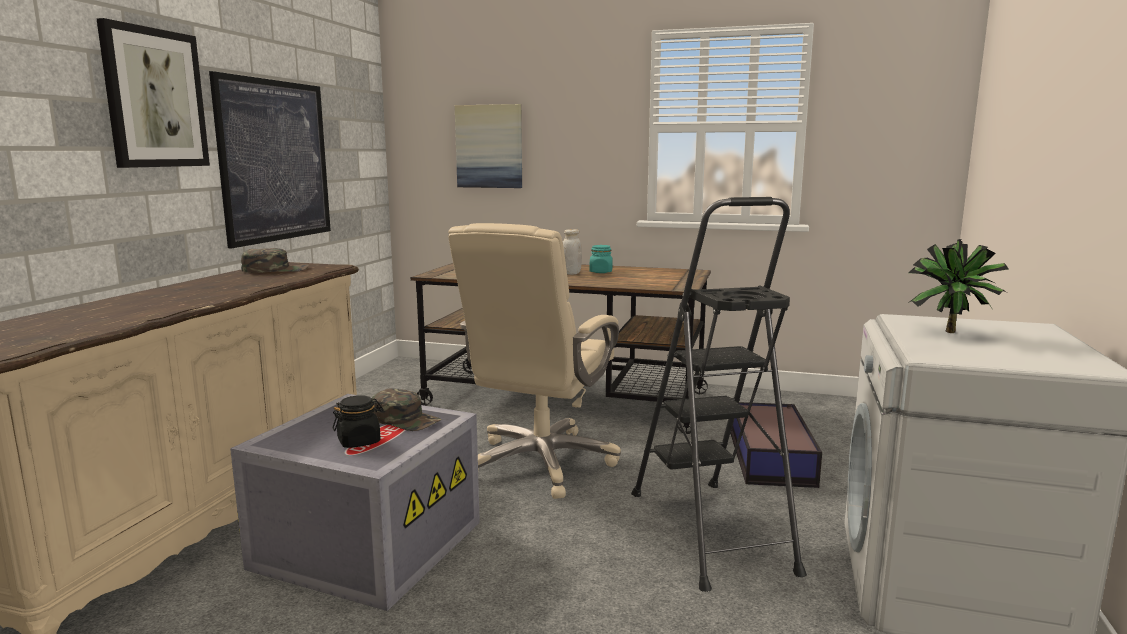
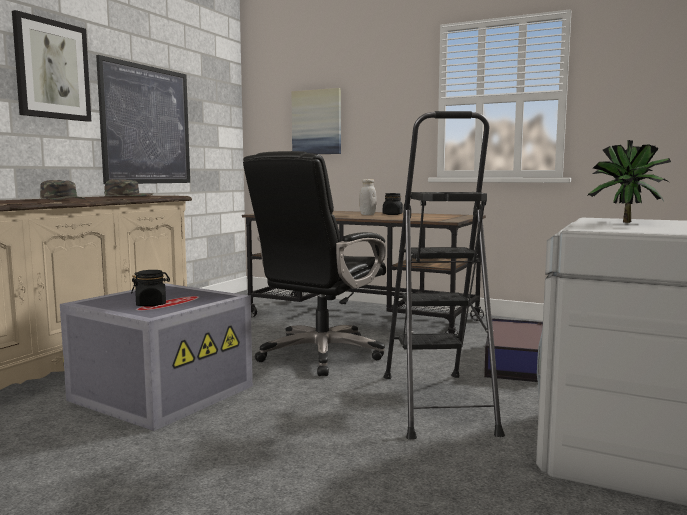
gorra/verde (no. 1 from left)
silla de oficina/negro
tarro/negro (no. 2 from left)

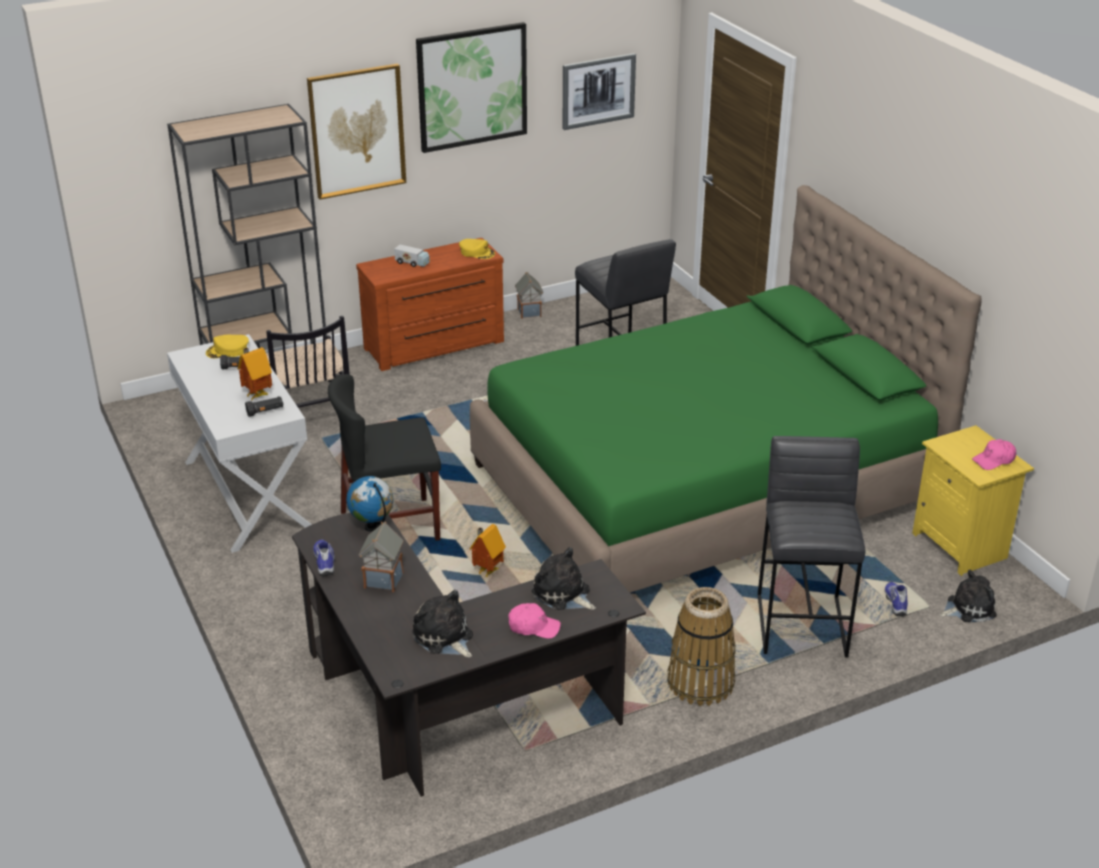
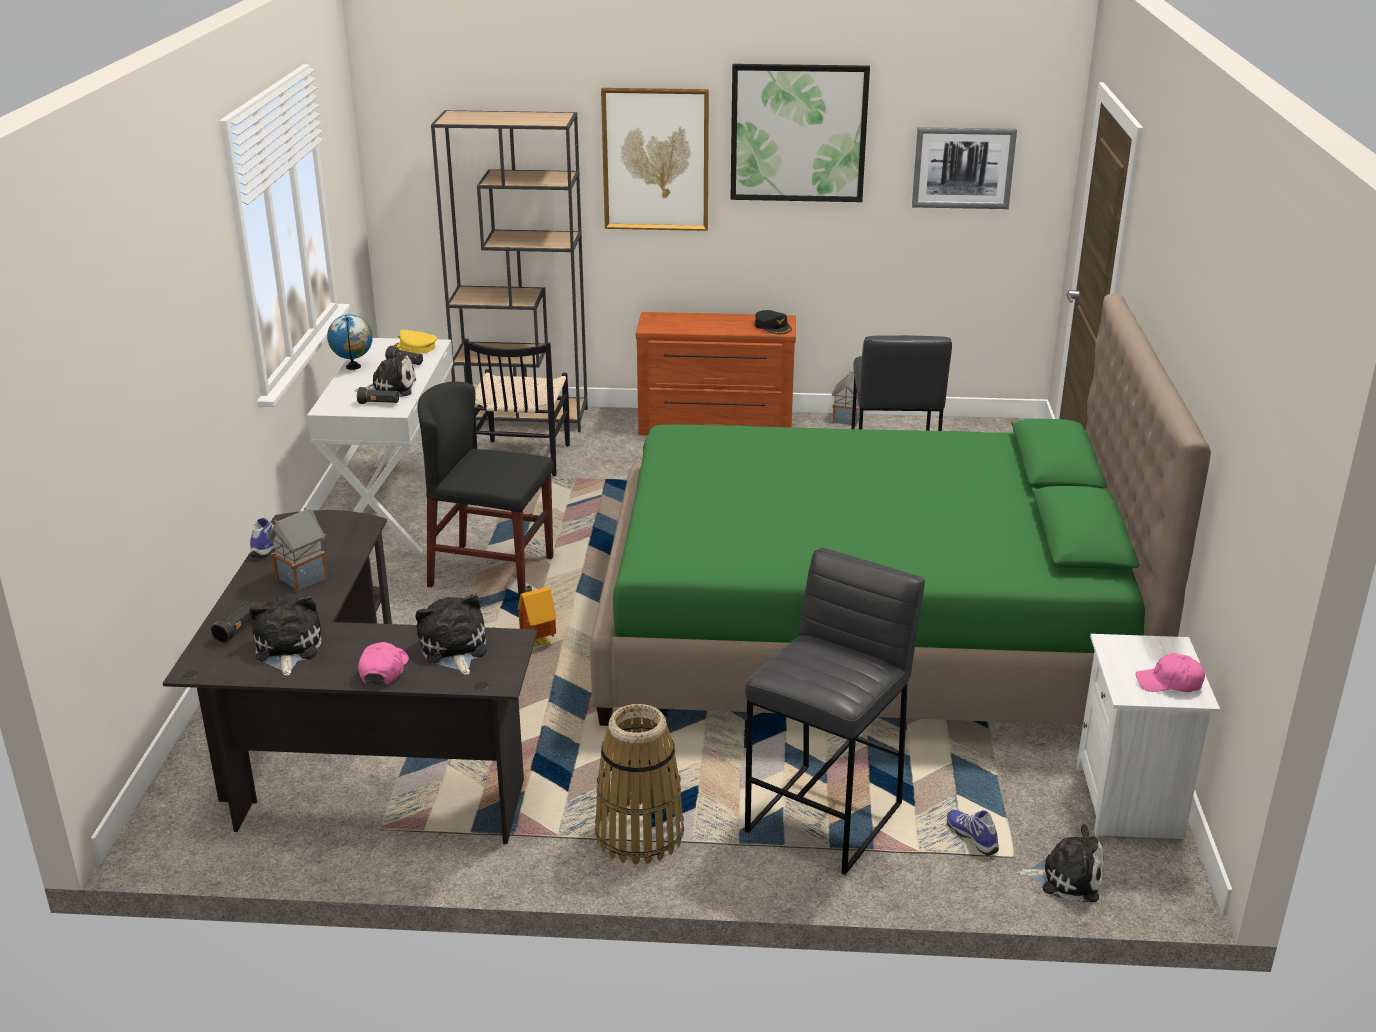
camión de juguete
linterna/negro (no. 1 from left)
globo terráqueo
peluche (no. 2 from left)
gorra/negro
mesita de noche/blanco
gorra/rosa (no. 1 from left)
zapato (no. 2 from left)

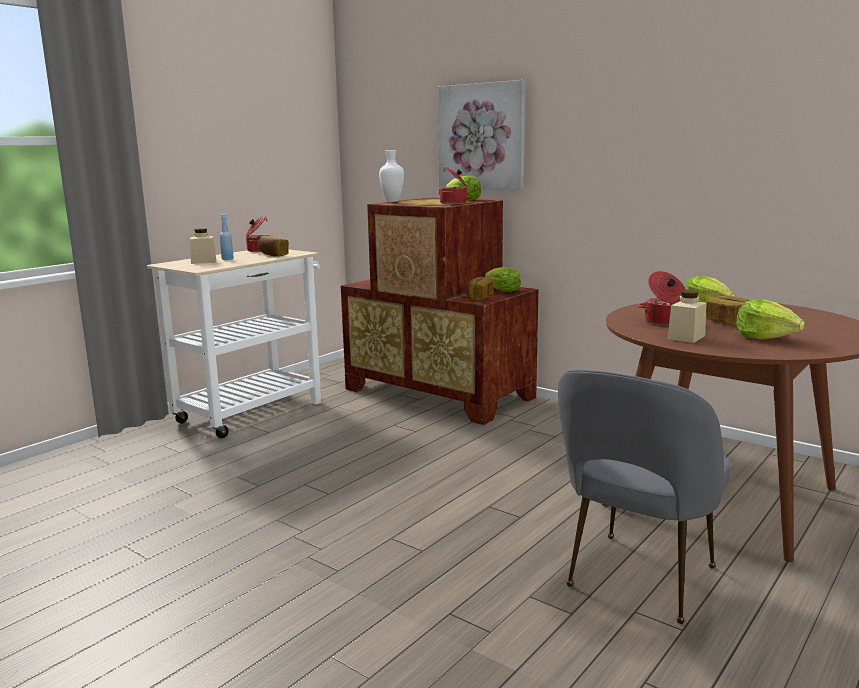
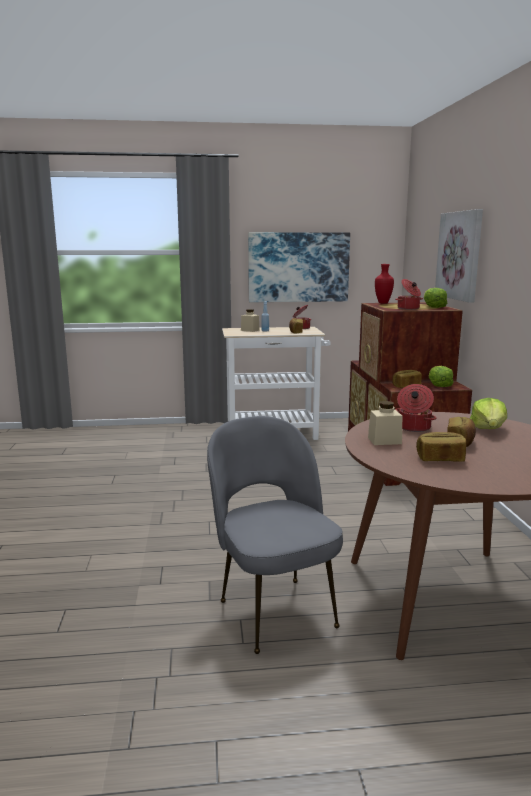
cuadro (no. 1 from left)
pan (no. 3 from left)
florero/rojo
silla/gris

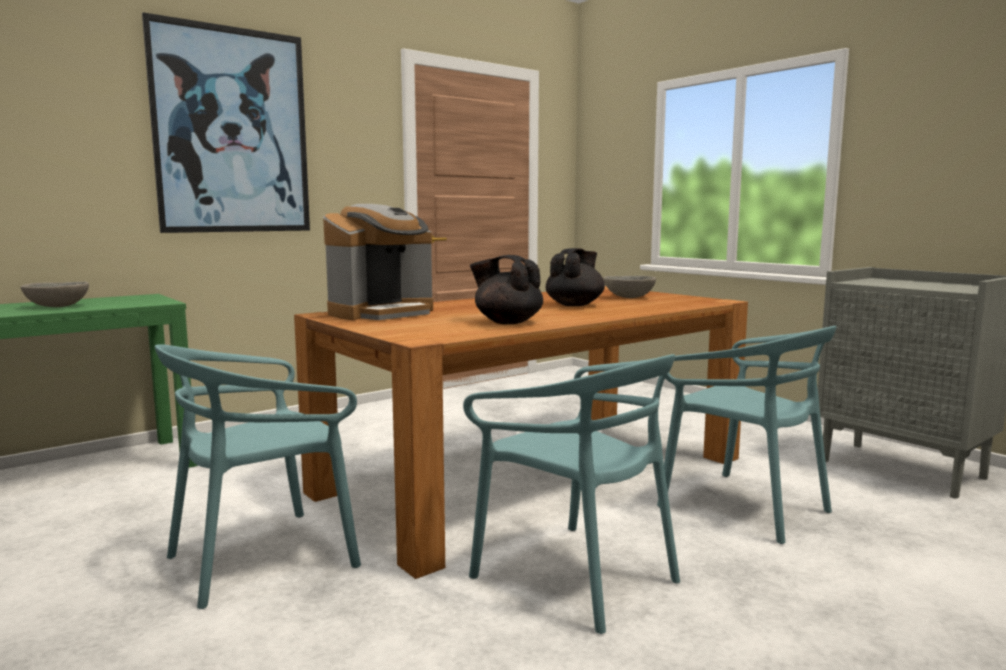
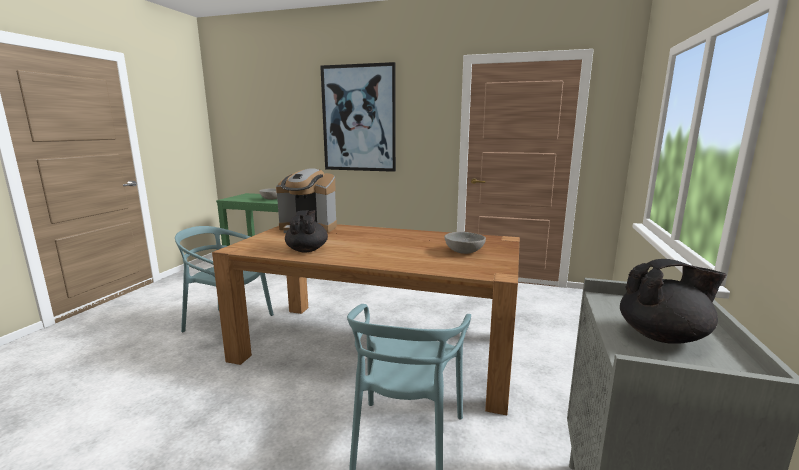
silla/turquesa (no. 2 from left in the first image)
tetera/negro (no. 2 from left)

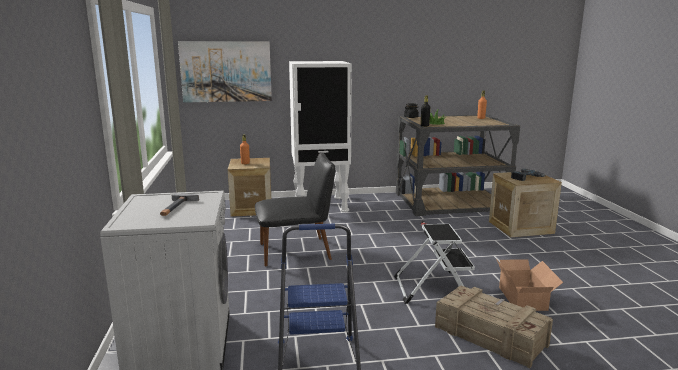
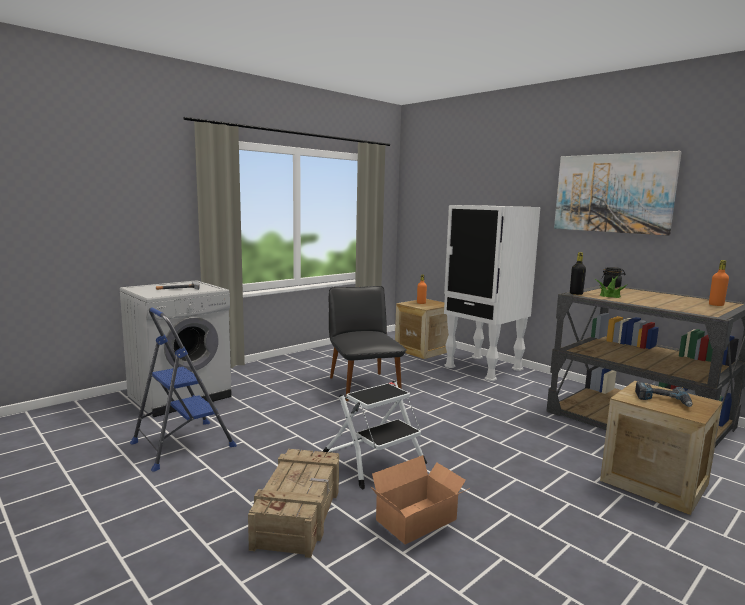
cuadro
silla/negro

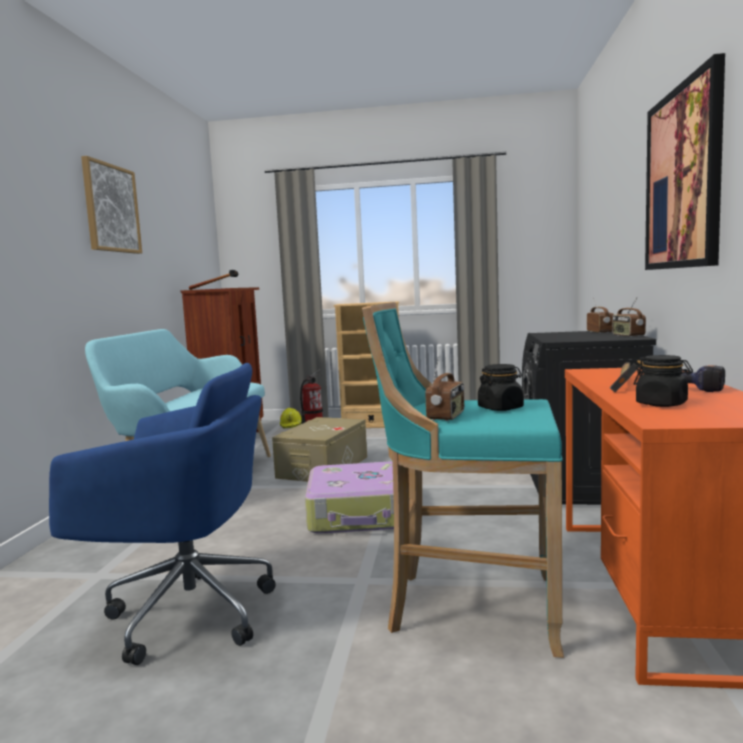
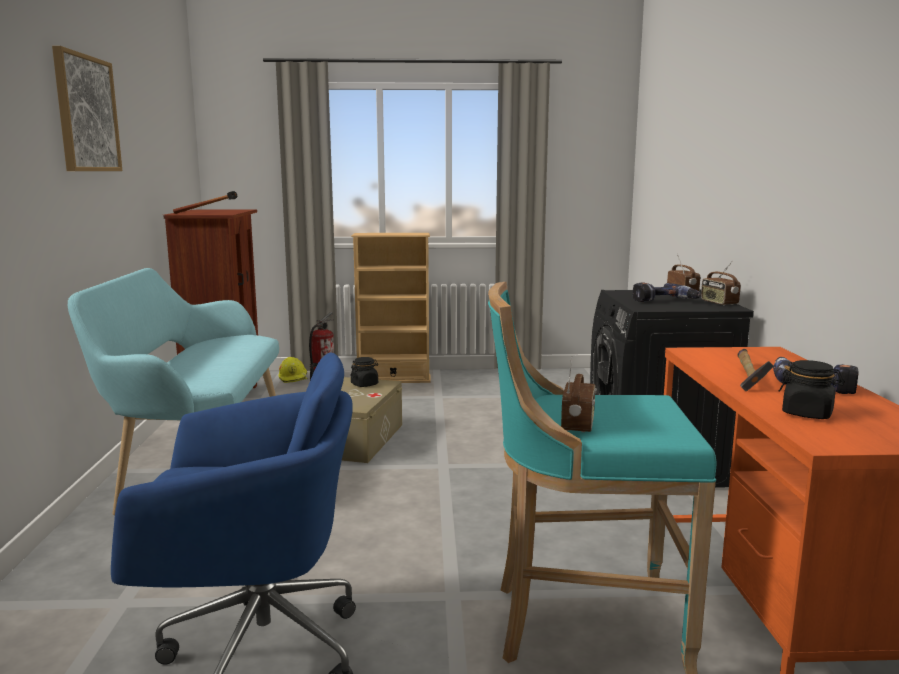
maleta
cuadro (no. 2 from left in the first image)
taladro (no. 1 from left)
tarro/negro (no. 1 from left)

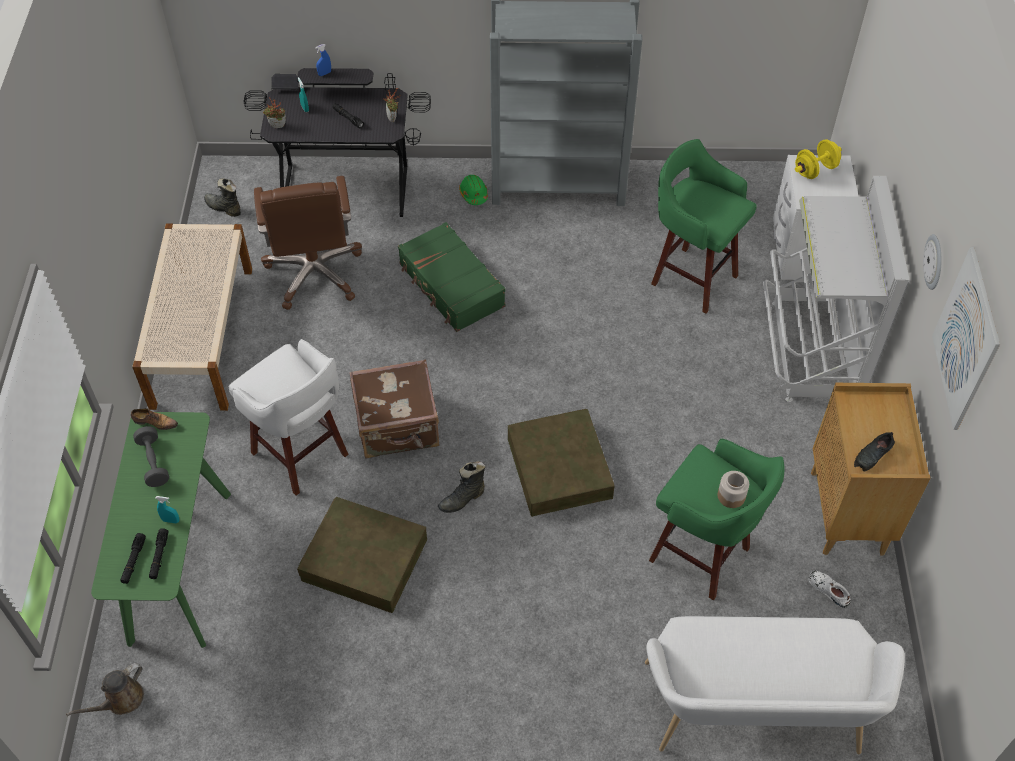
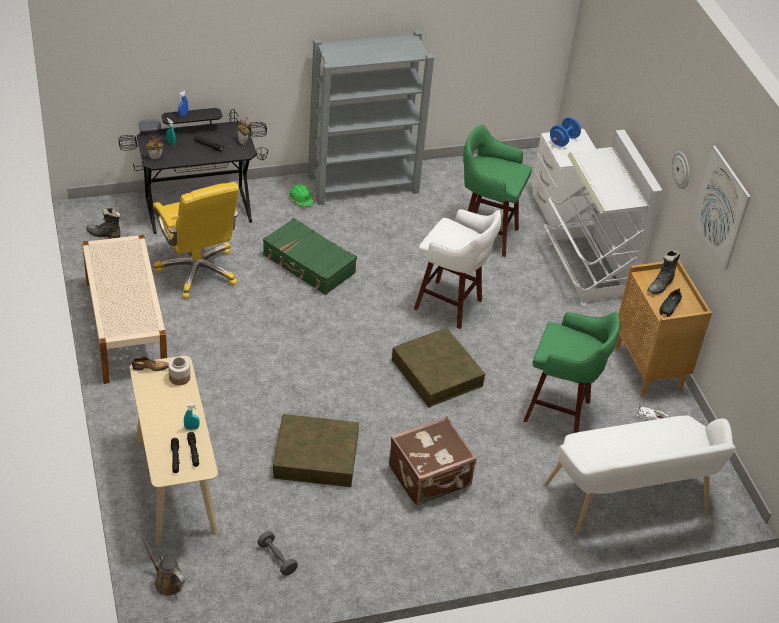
mancuerna/gris
taburete/blanco
maleta/marrón
bota/negro (no. 2 from left)
tarro
mesa consola/beis
silla de oficina/amarillo
mancuerna/azul
regadera/marrón

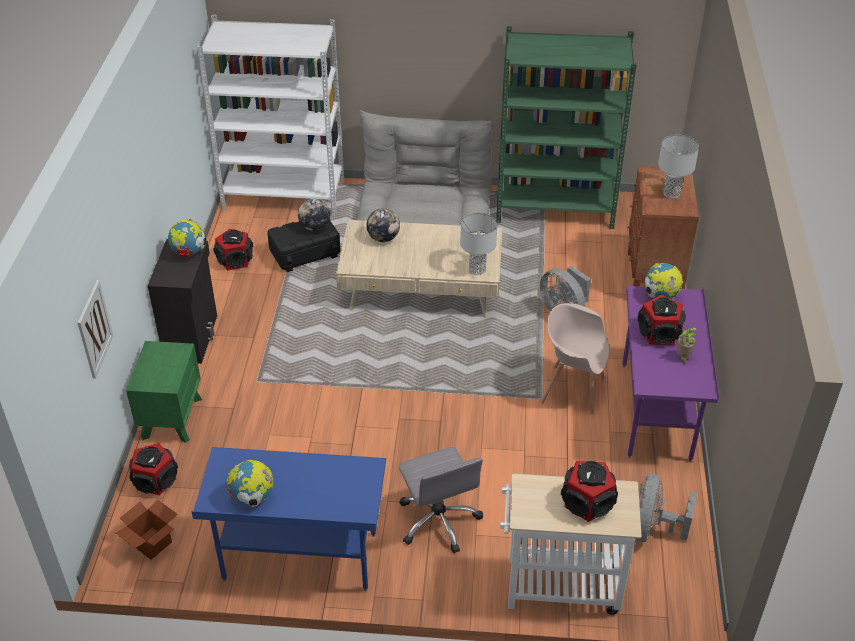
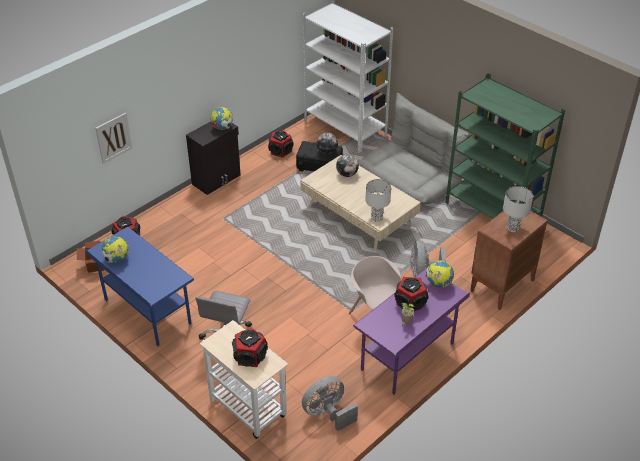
mesita de noche/verde

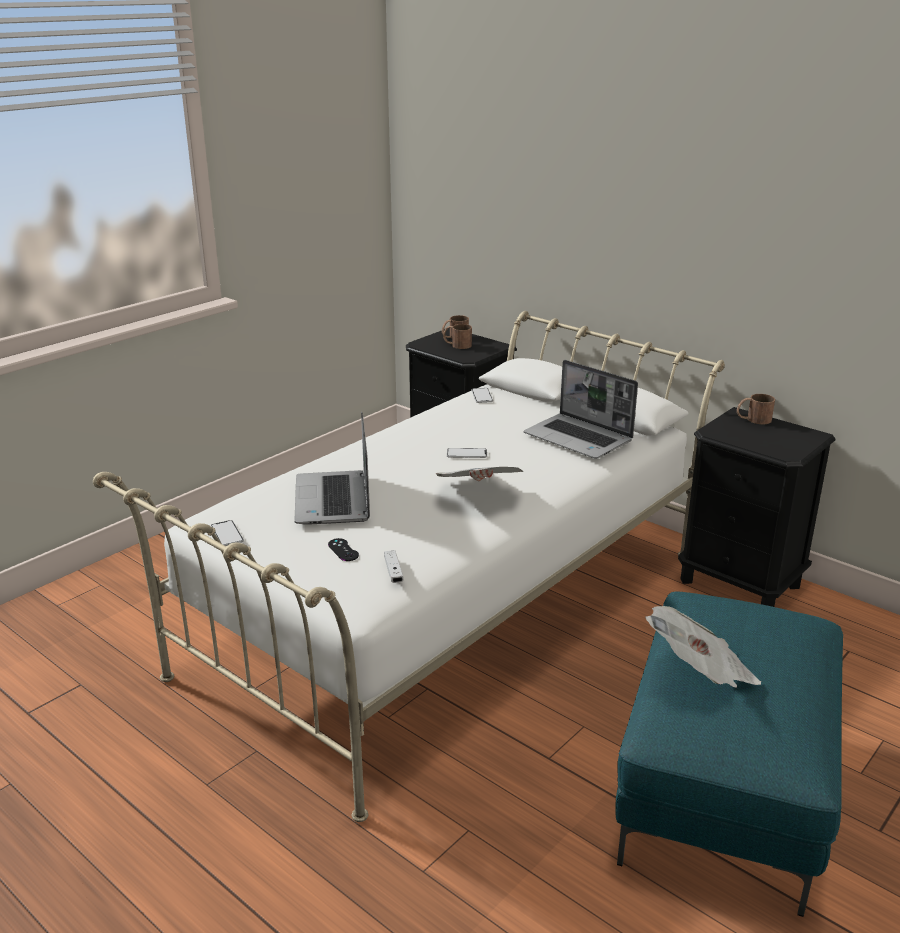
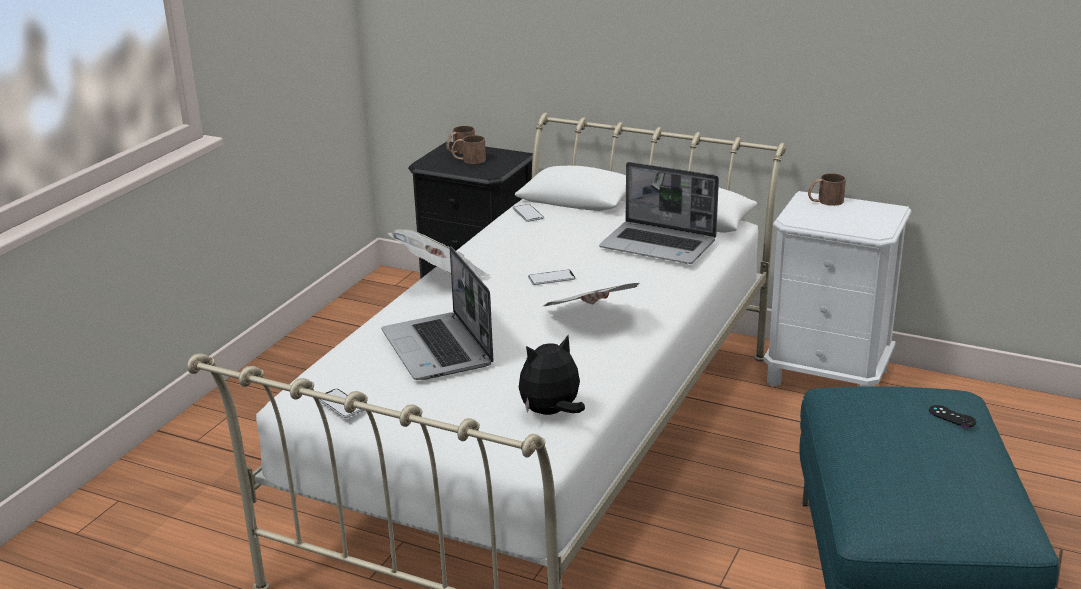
mando de consola/negro
periódico (no. 1 from left)
peluche
mesita de noche/blanco

